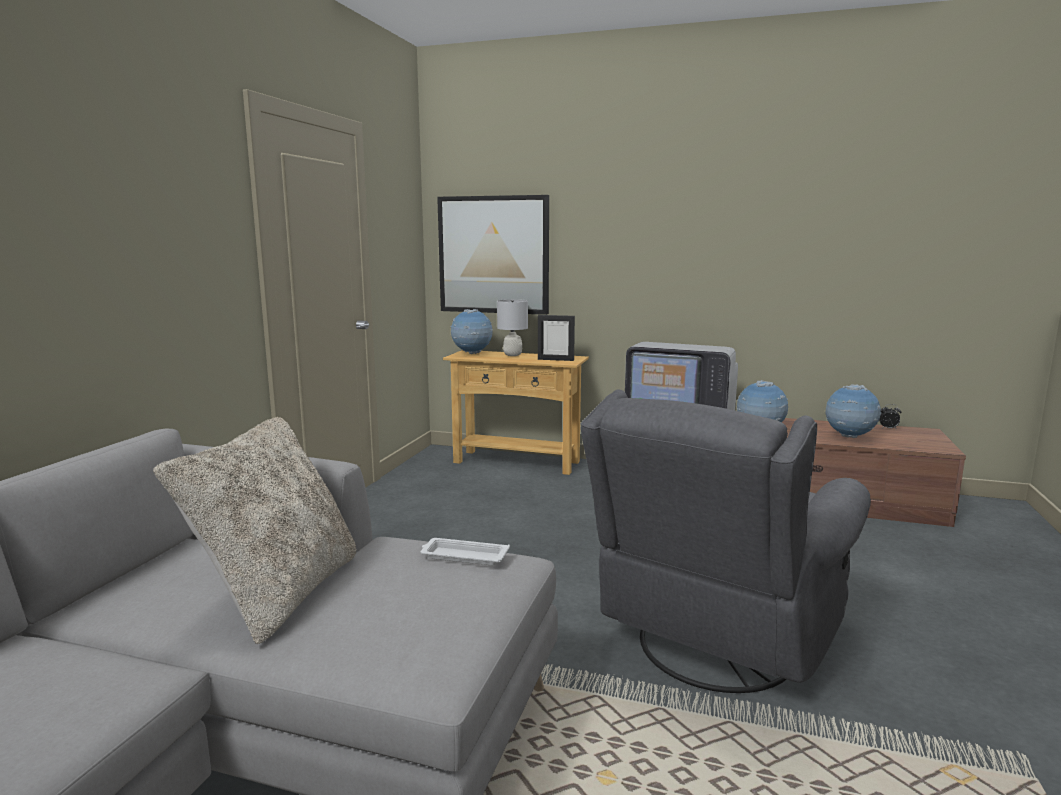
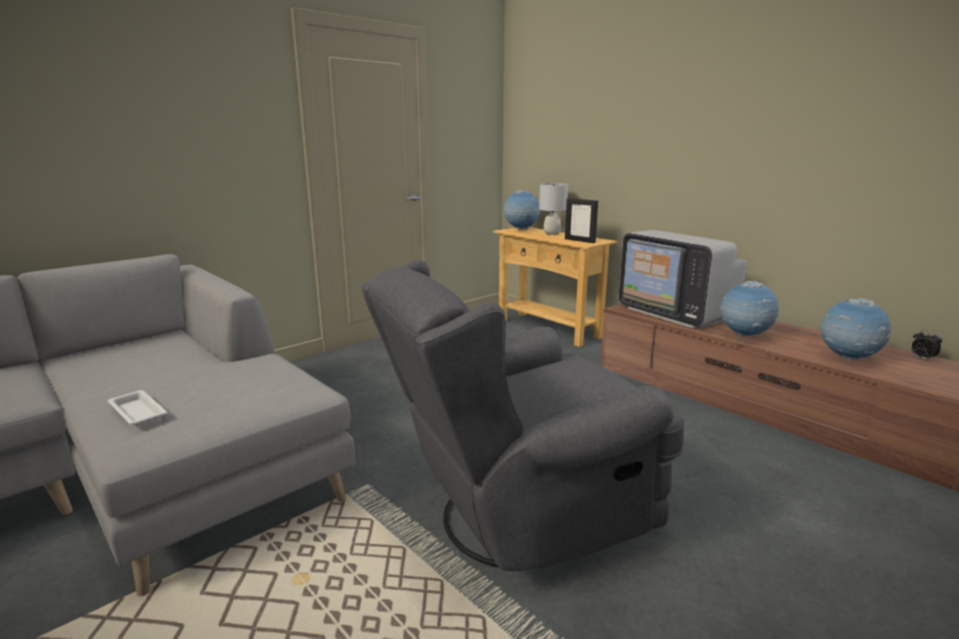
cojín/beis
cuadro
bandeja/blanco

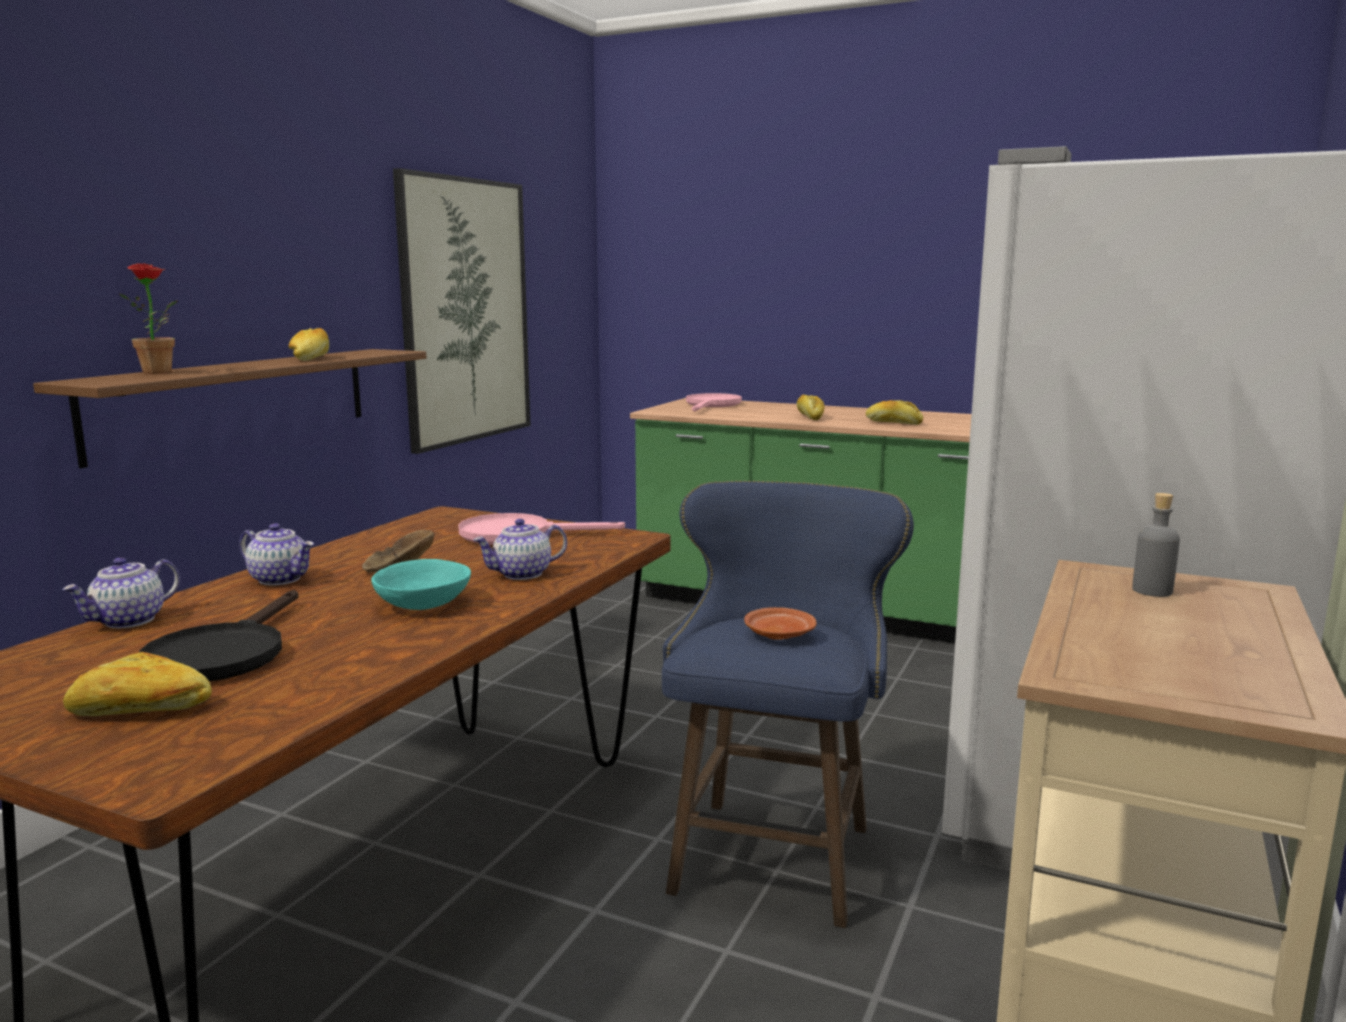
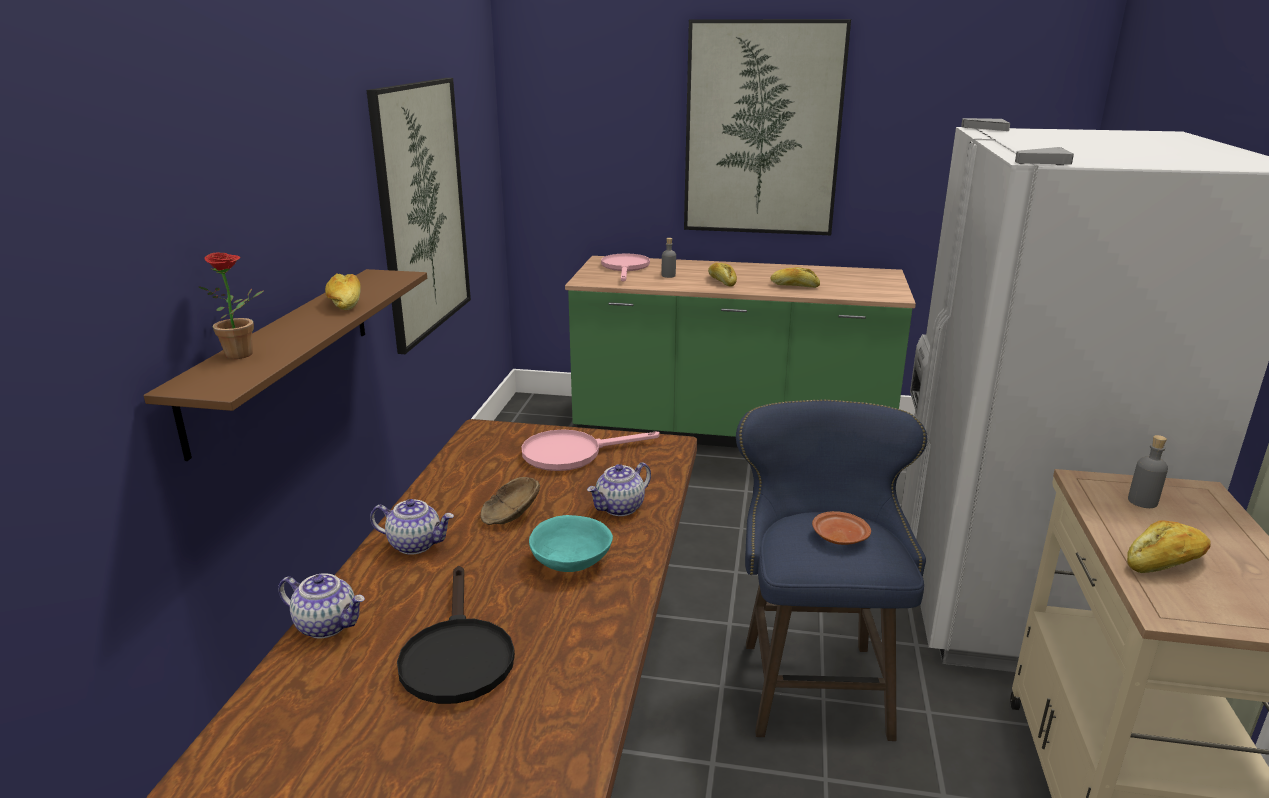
botella/gris (no. 1 from left)
cuadro (no. 2 from left)
pan (no. 4 from left)
tetera (no. 1 from left)

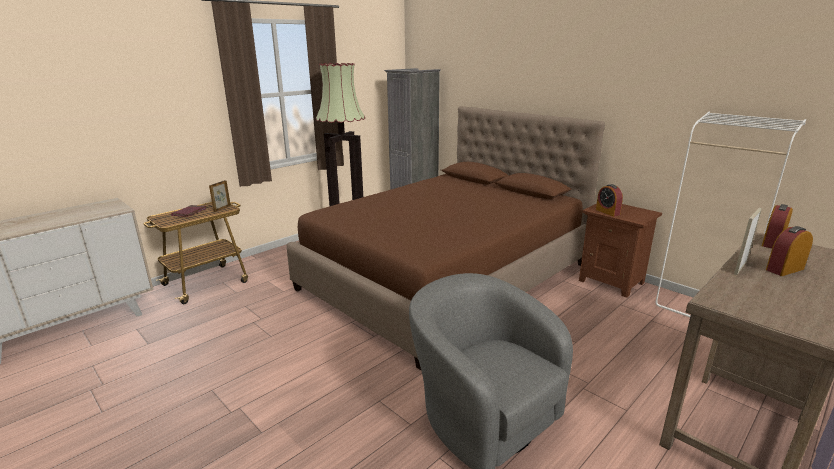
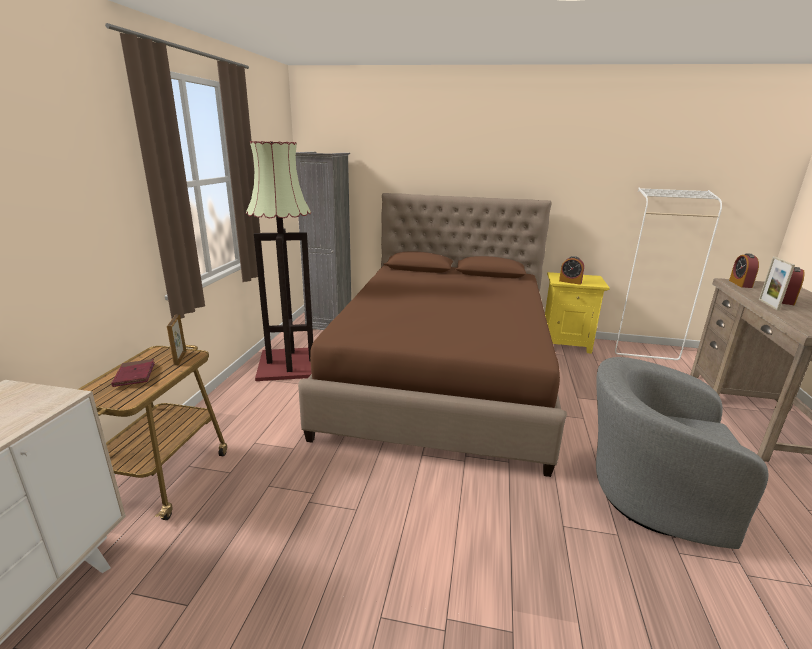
mesita de noche/amarillo

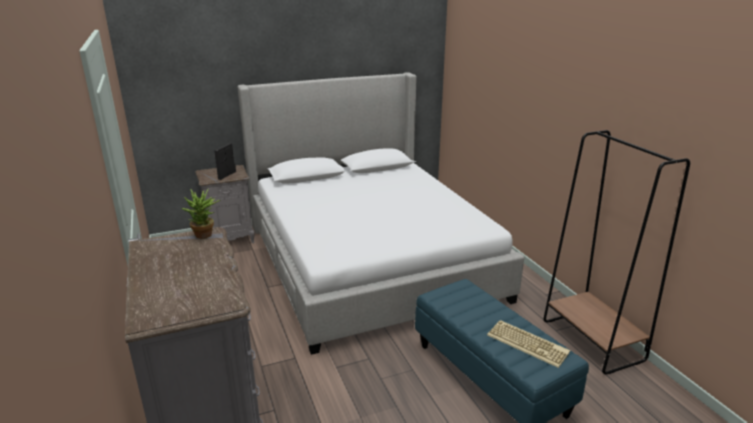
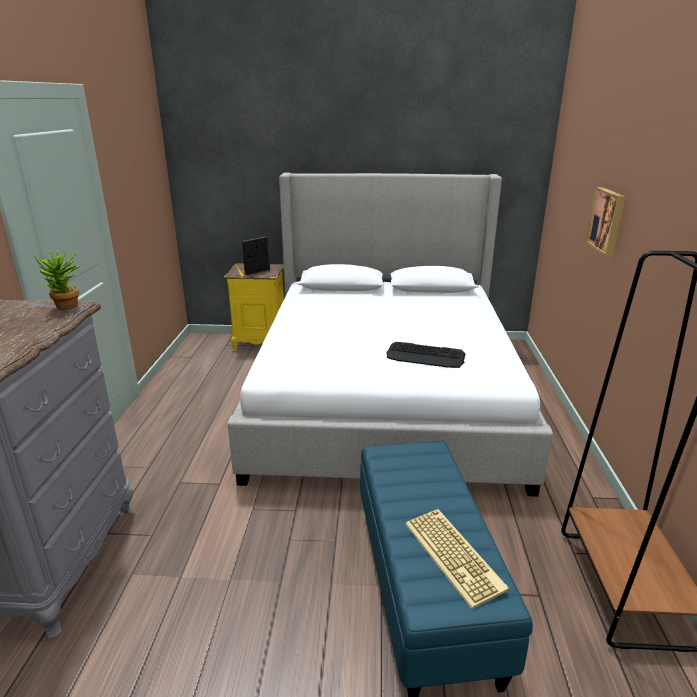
teclado (no. 1 from left)
cuadro
mesita de noche/amarillo

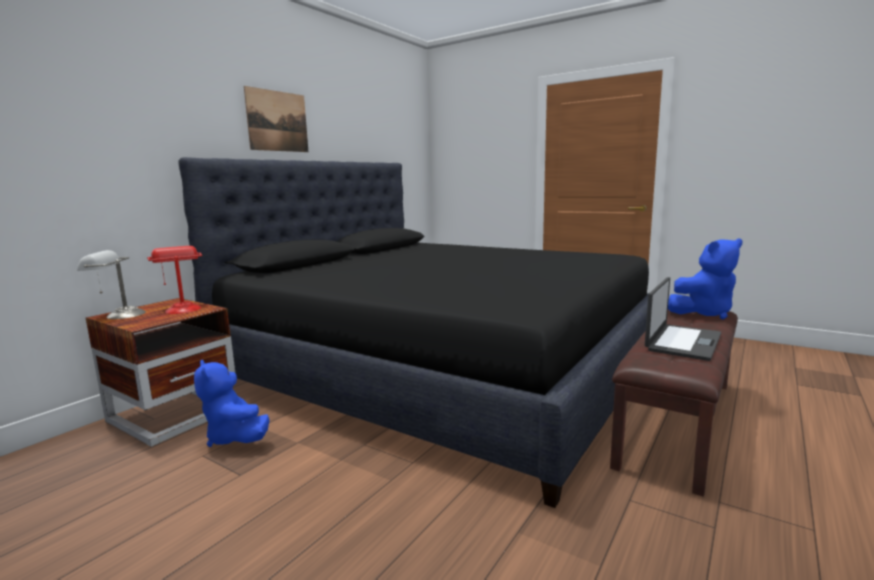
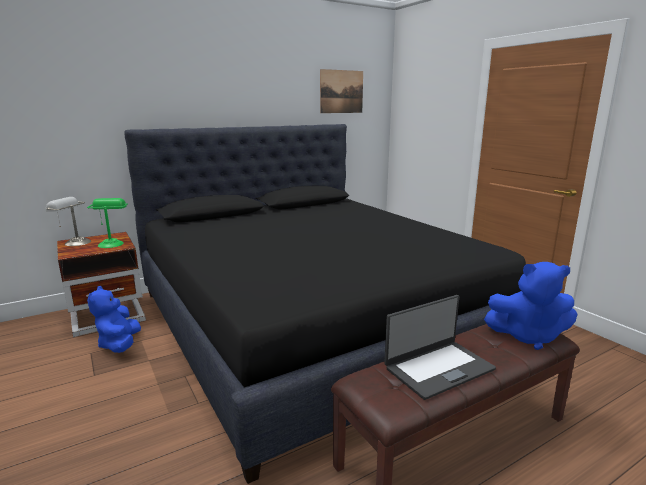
cuadro
lámpara de mesa/verde

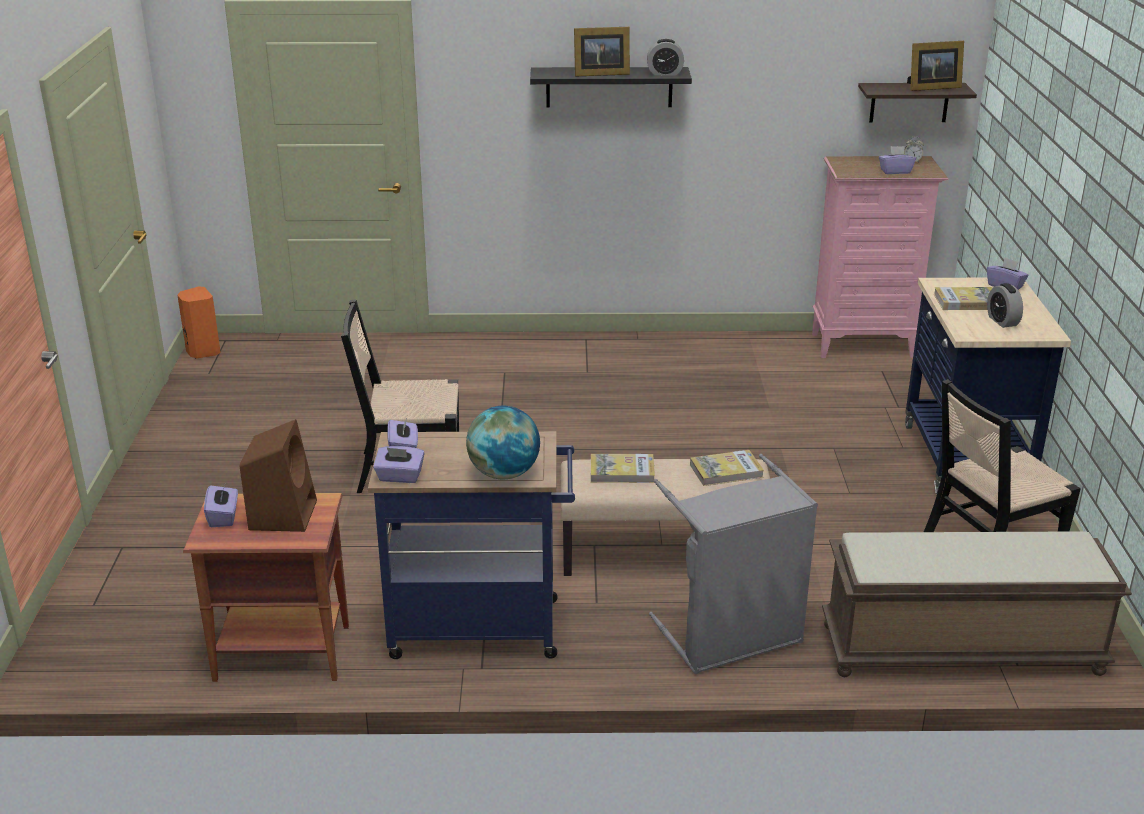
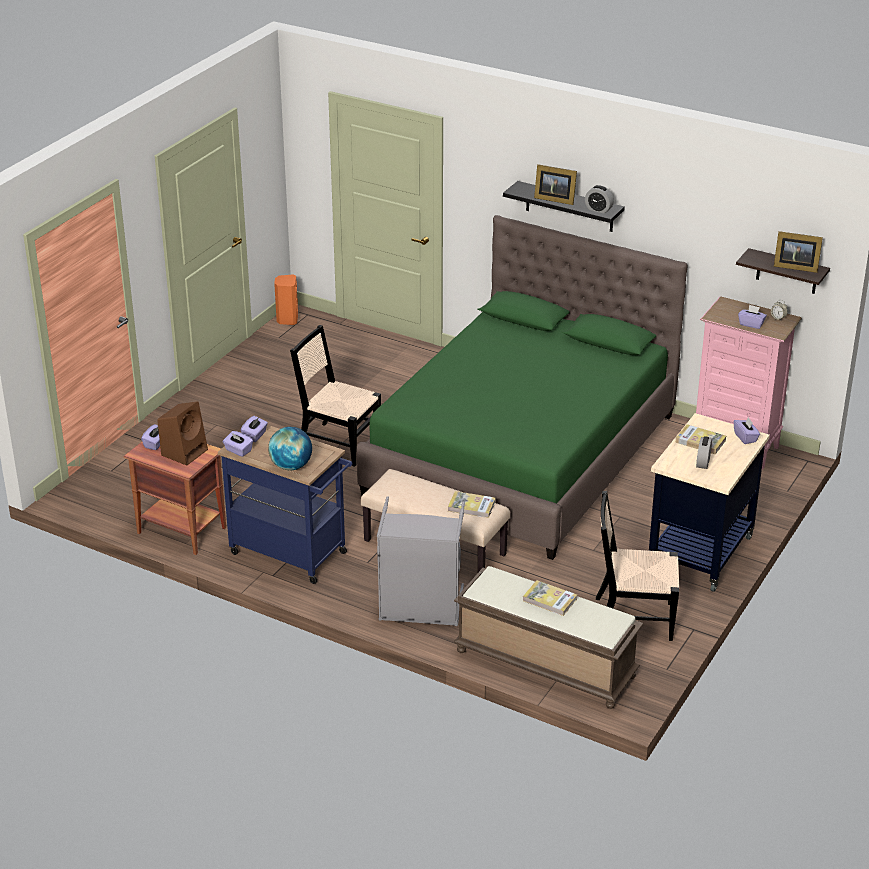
cama/verde
libro (no. 2 from left)

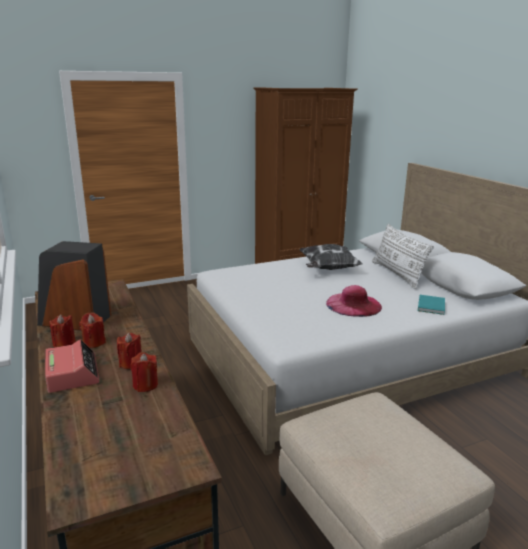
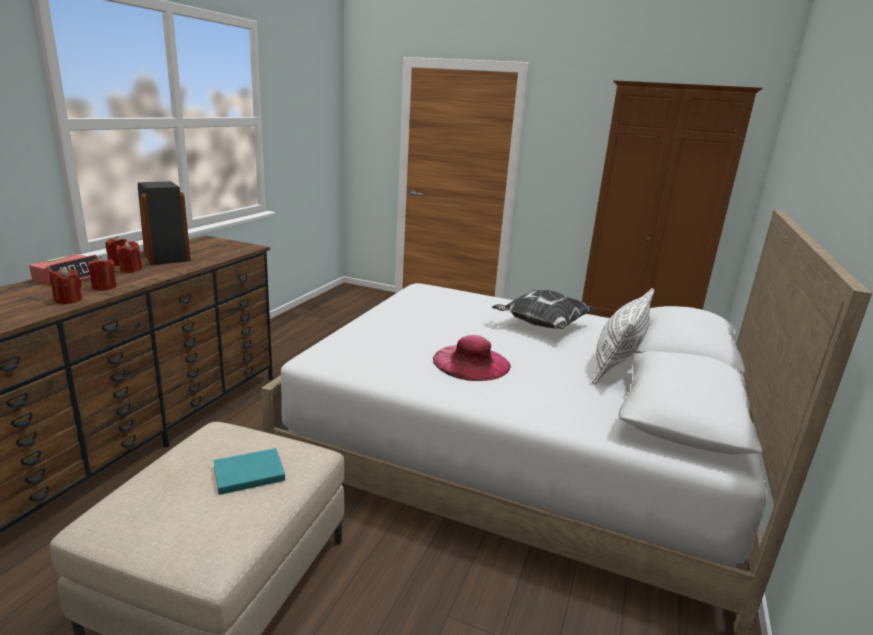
libro/turquesa

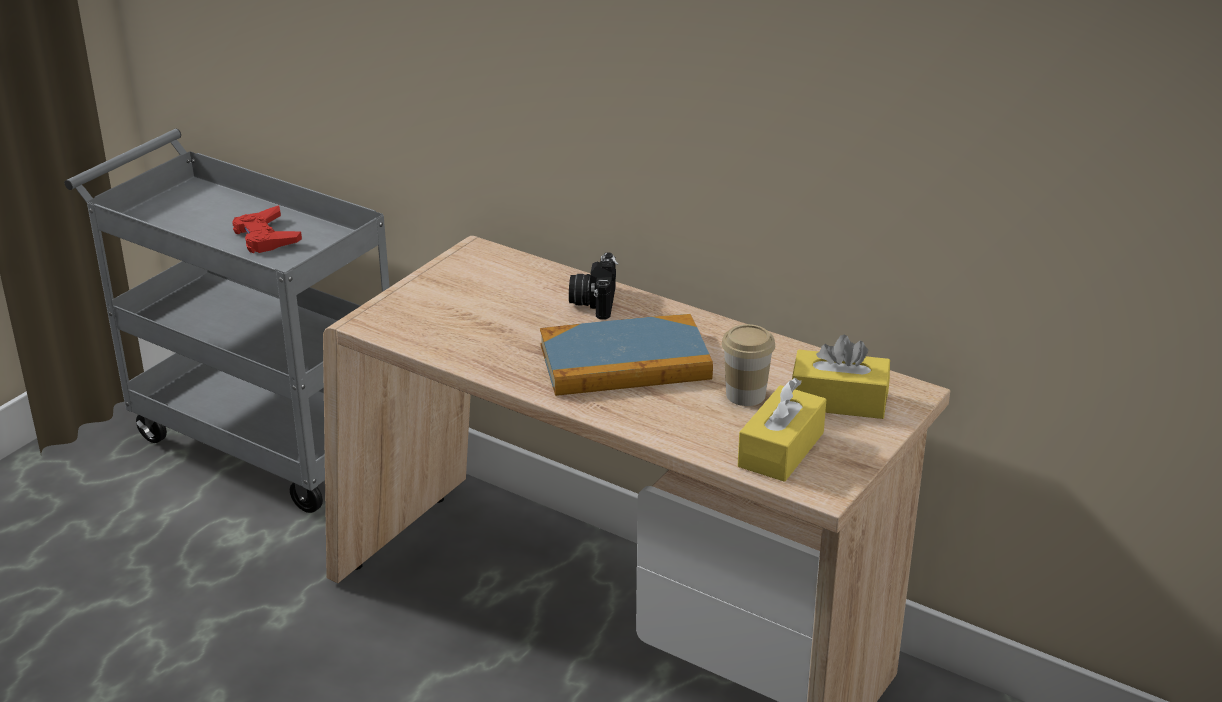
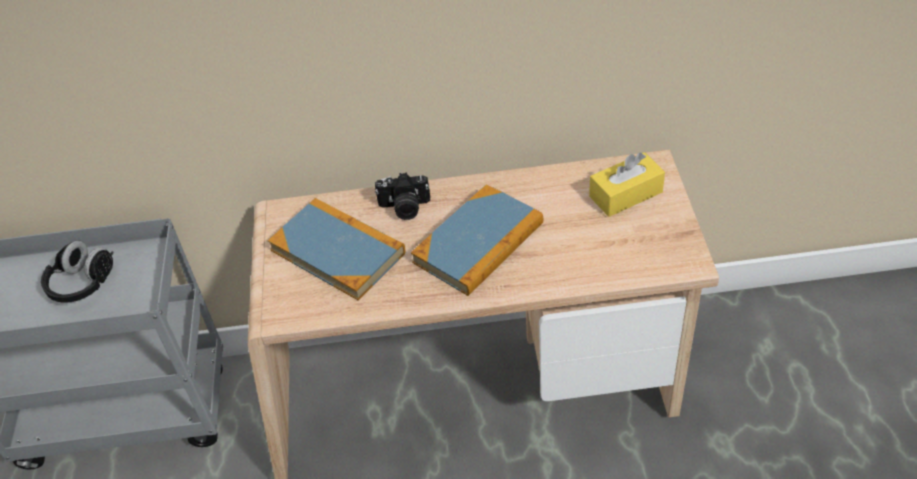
taza
caja de pañuelos/amarillo (no. 1 from left in the first image)
libro (no. 1 from left)
auriculares/negro
cámara

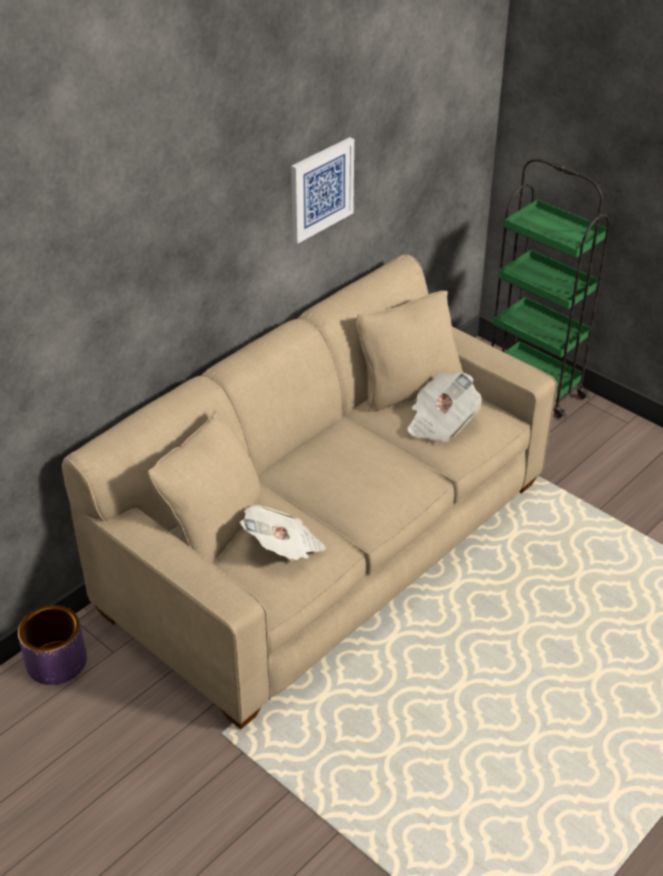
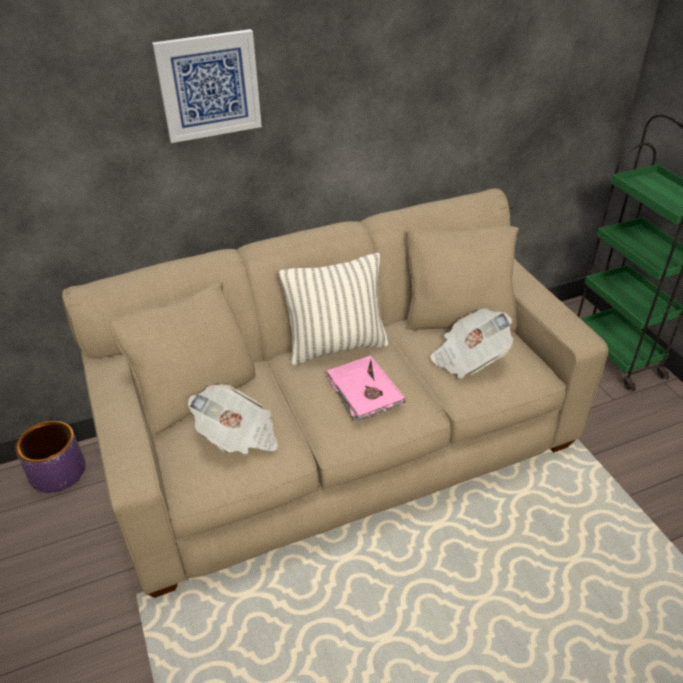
cojín
libro/rosa
cuadro

